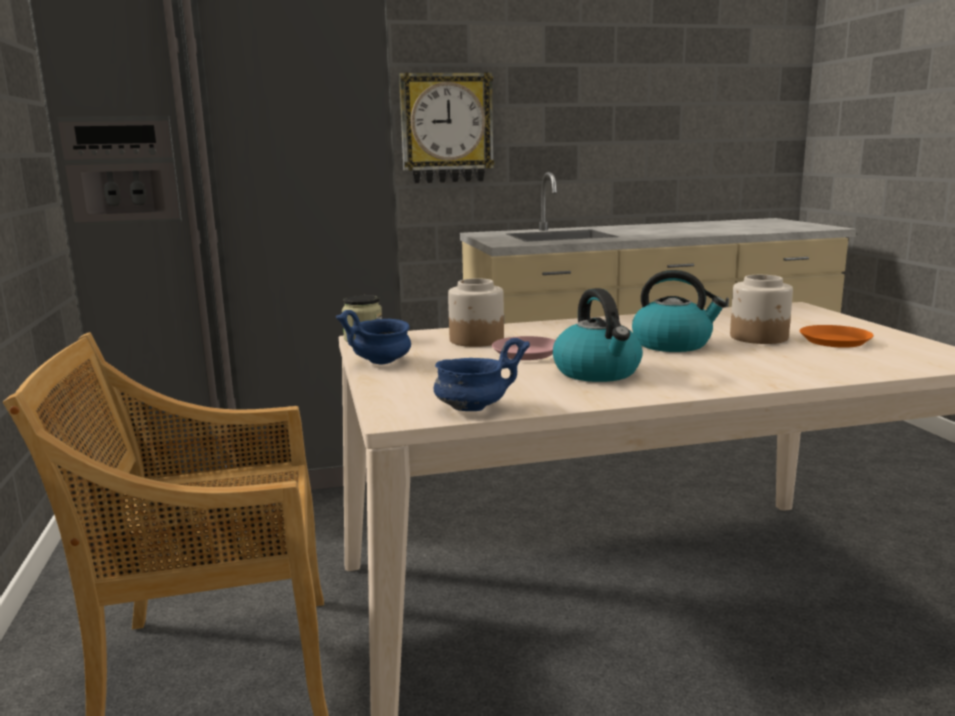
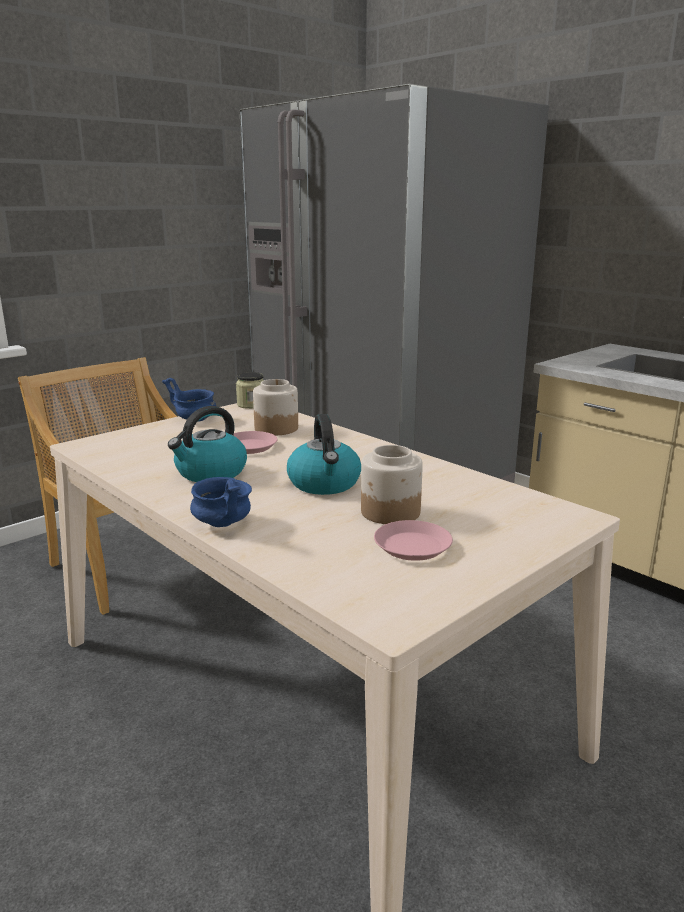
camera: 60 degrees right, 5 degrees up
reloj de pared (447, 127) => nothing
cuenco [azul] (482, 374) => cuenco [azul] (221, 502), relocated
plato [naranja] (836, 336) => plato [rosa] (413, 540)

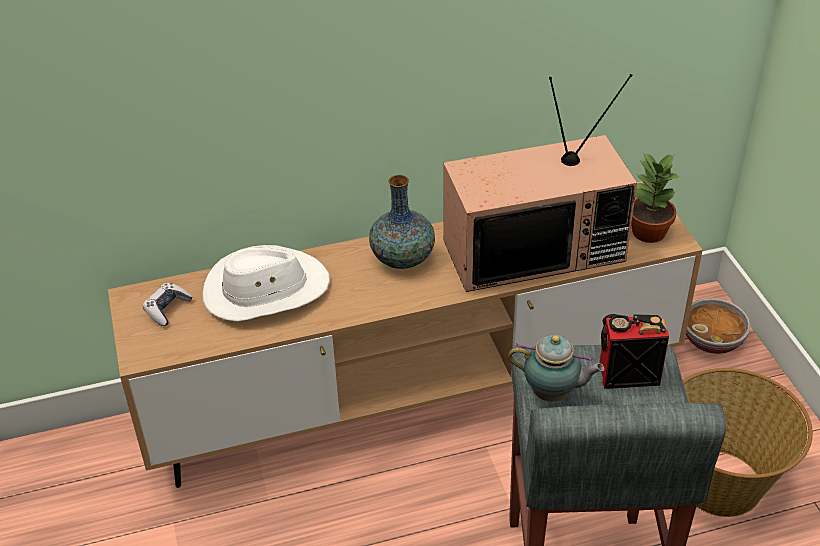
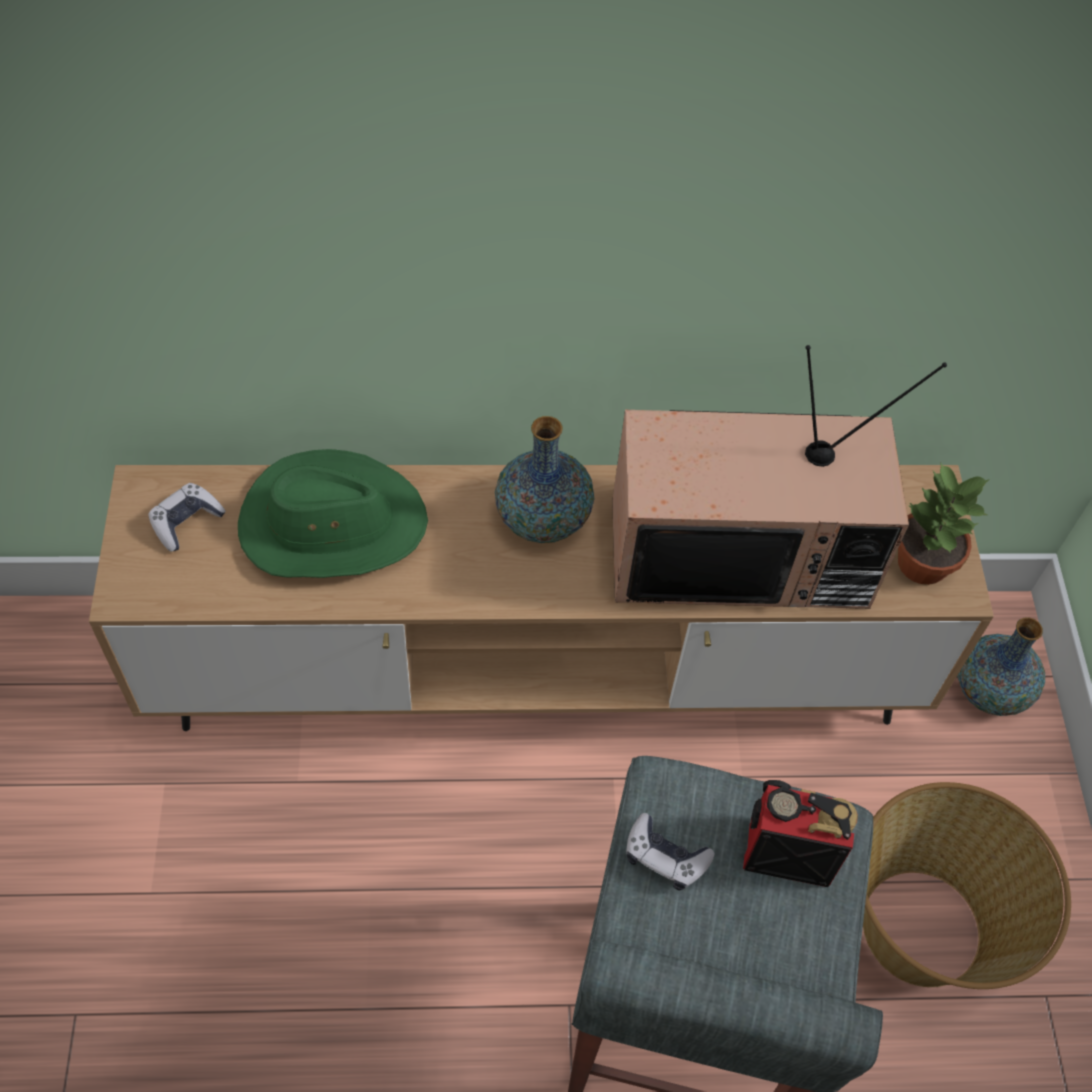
camera: 10 degrees right, 15 degrees up
sombrero [blanco] (266, 283) => sombrero [verde] (333, 513)
tetera (556, 368) => mando de consola (670, 851)
cuenco (718, 326) => florero (1001, 666)

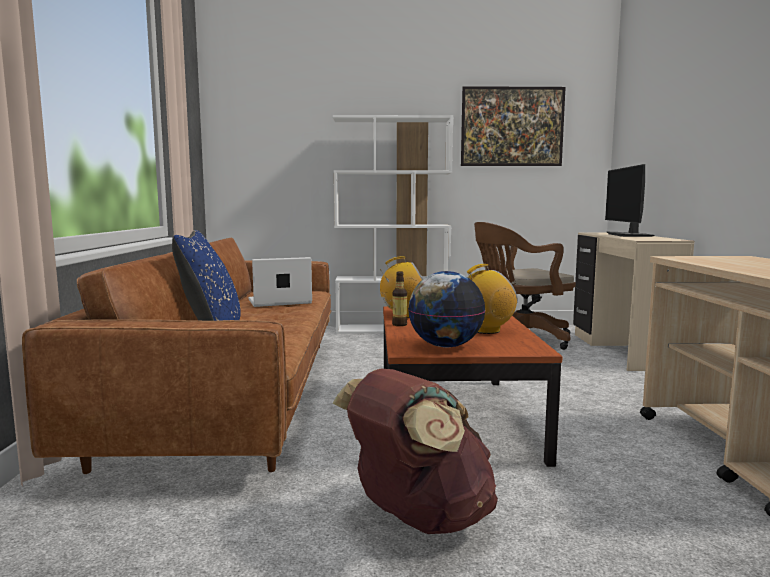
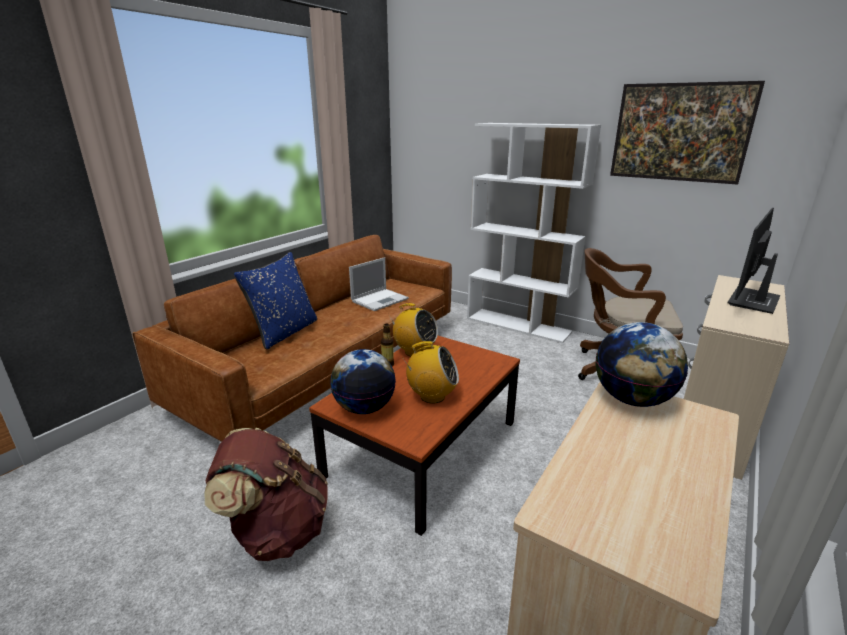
camera: 35 degrees right, 15 degrees up
portátil (280, 282) => portátil (379, 284), 120 degrees clockwise
nothing => globo terráqueo (642, 364)

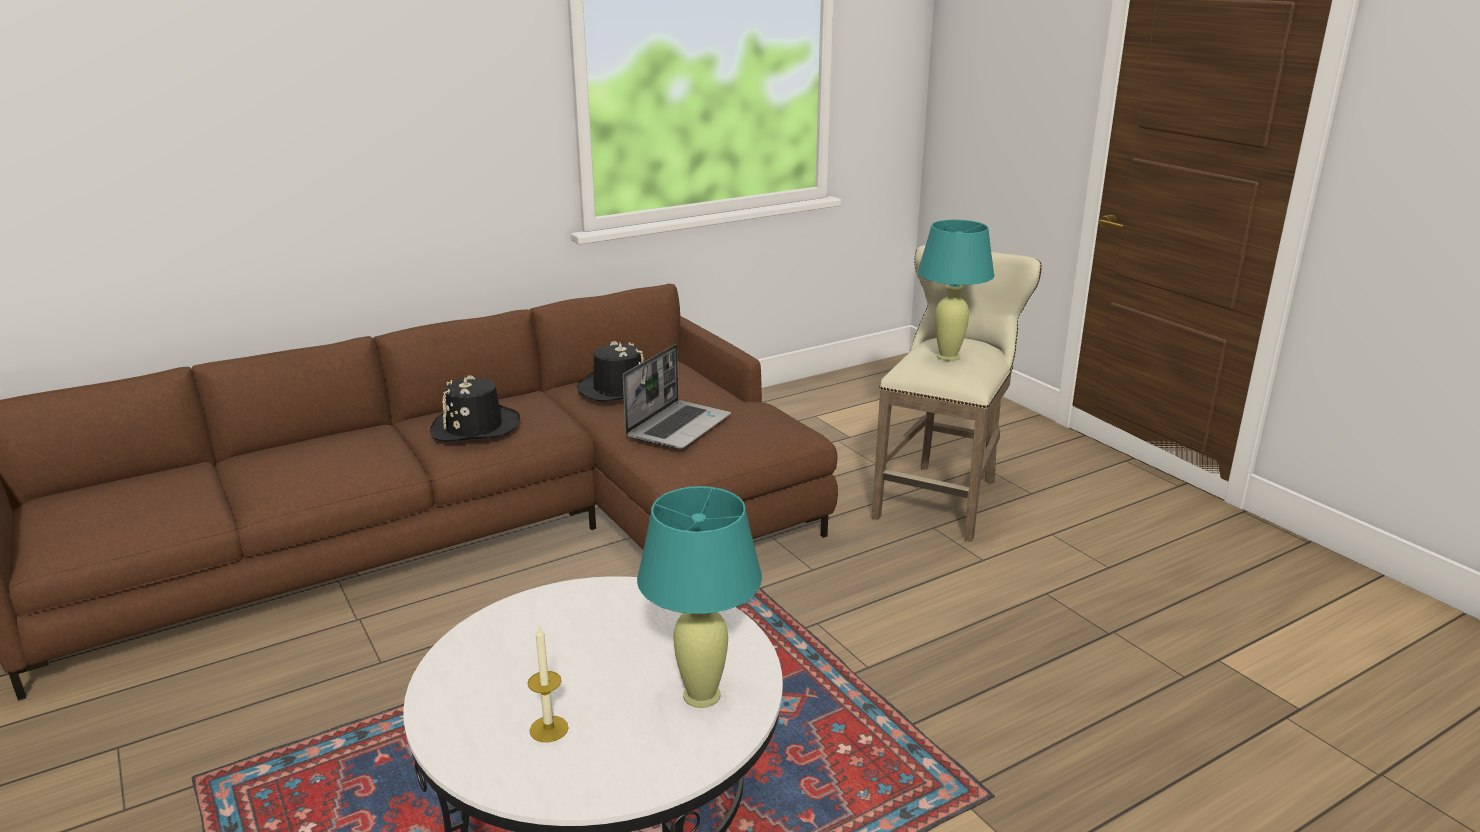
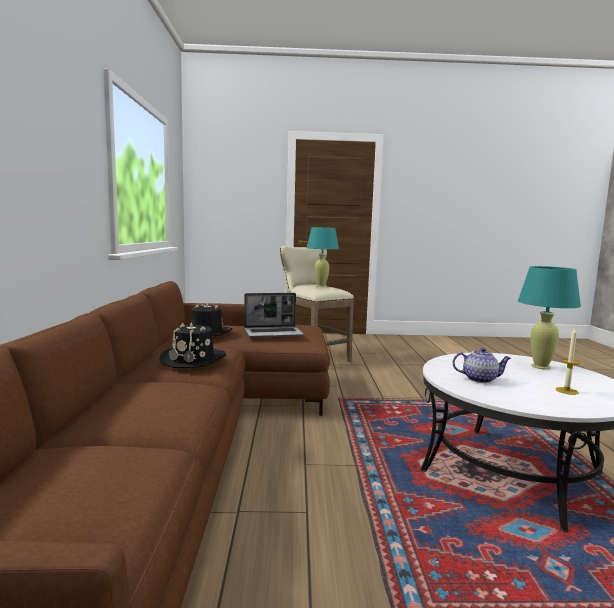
camera: 60 degrees left, 15 degrees down
portátil (677, 396) => portátil (274, 315), 105 degrees clockwise
nothing => tetera (482, 365)

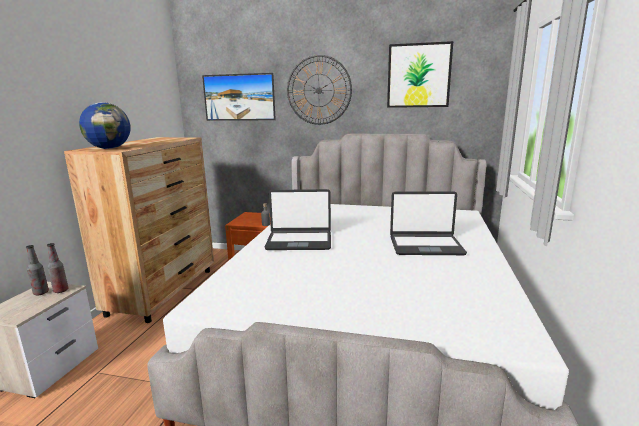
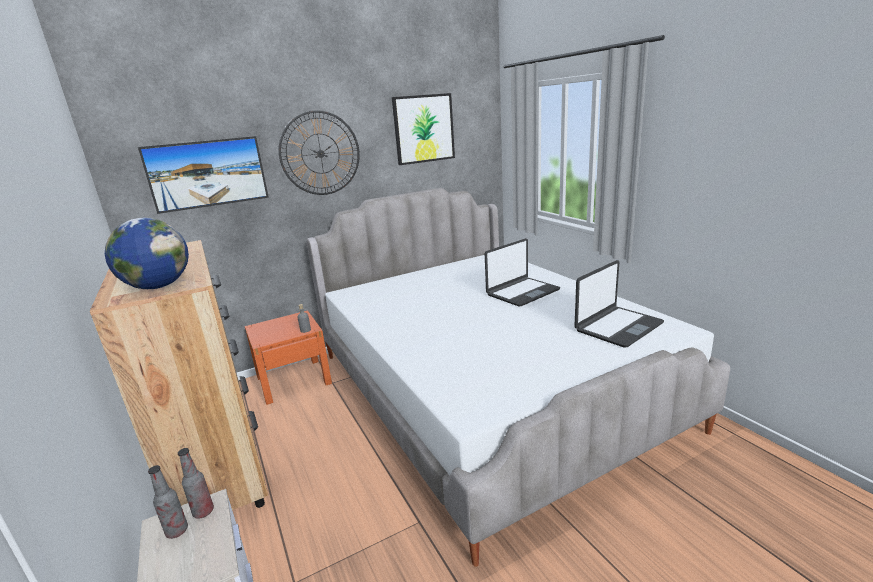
camera: 40 degrees left, 5 degrees up
portátil (297, 219) => portátil (619, 303), relocated

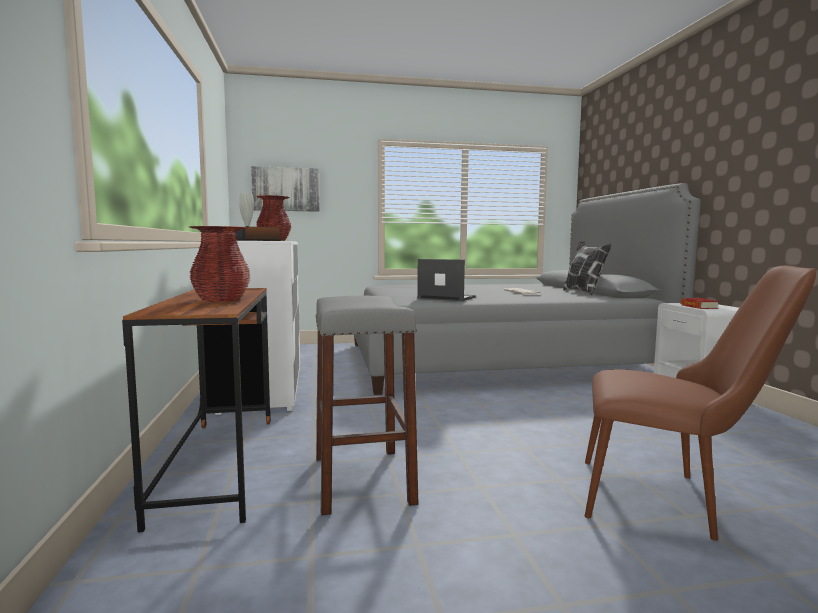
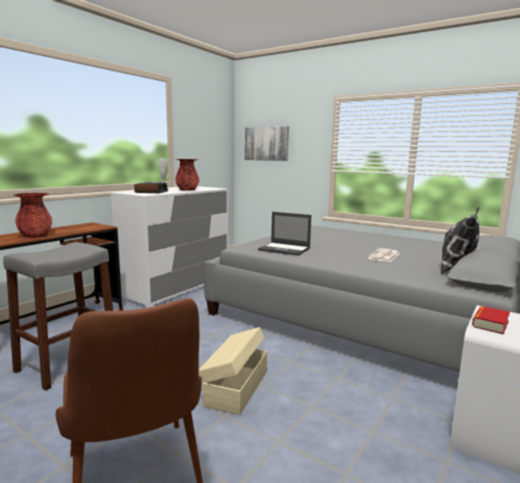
camera: 45 degrees right, 5 degrees up
portátil (446, 280) => portátil (284, 234), 135 degrees clockwise
nothing => caja de almacenaje [beis] (233, 371)

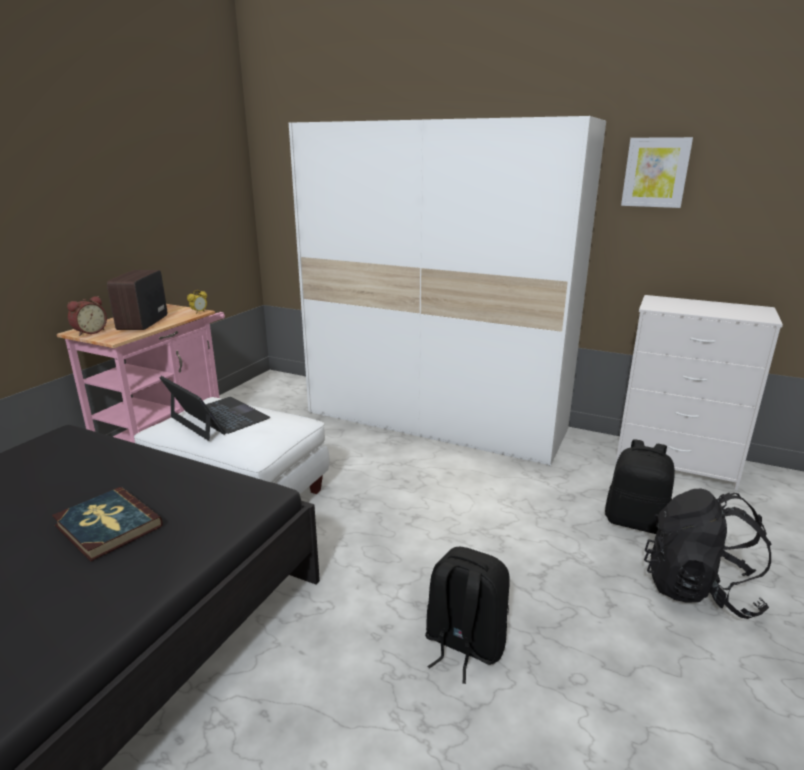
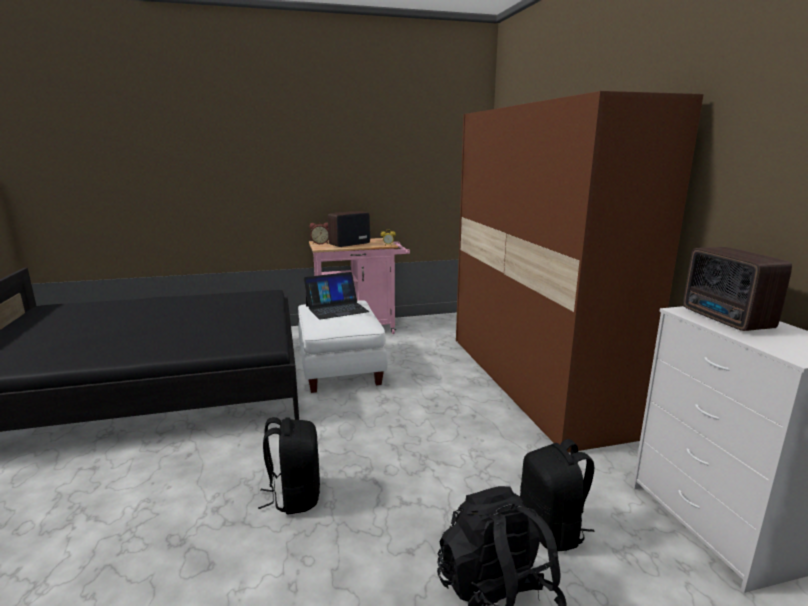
camera: 50 degrees right, 5 degrees down
libro (107, 524) => nothing
portátil (214, 408) => portátil (336, 296), 60 degrees clockwise
armario ropero [blanco] (447, 290) => armario ropero [marrón] (580, 272)
cuadro (657, 172) => nothing
nothing => radio (737, 289)

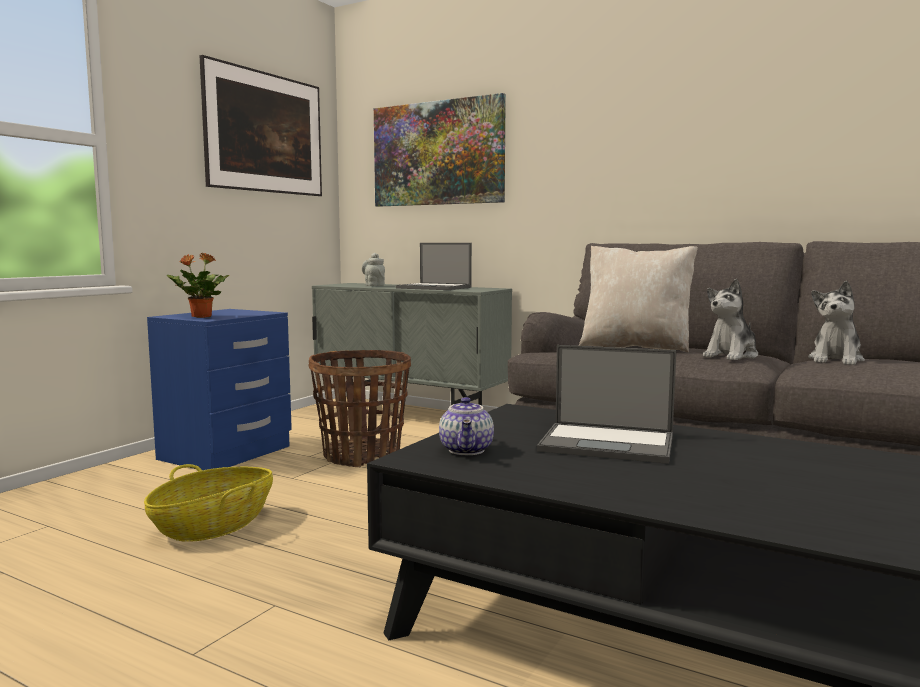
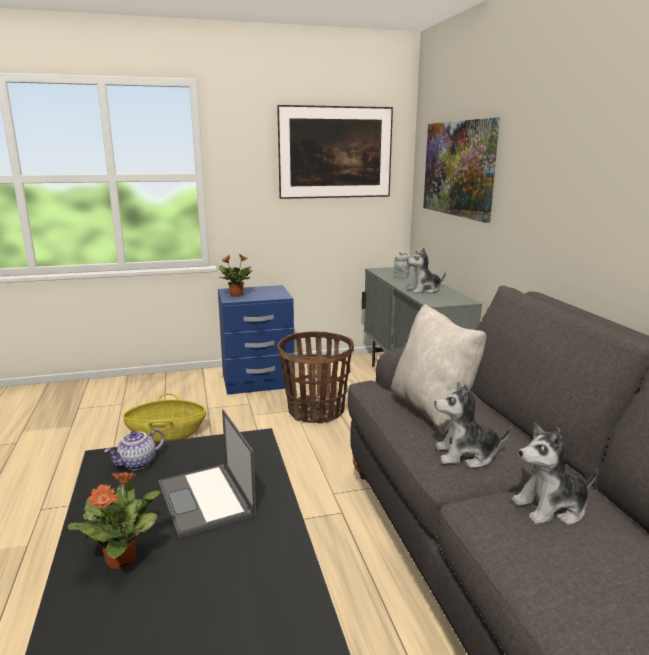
camera: 45 degrees right, 10 degrees up
portátil (434, 266) => peluche (426, 271)
nothing => planta en maceta (114, 520)

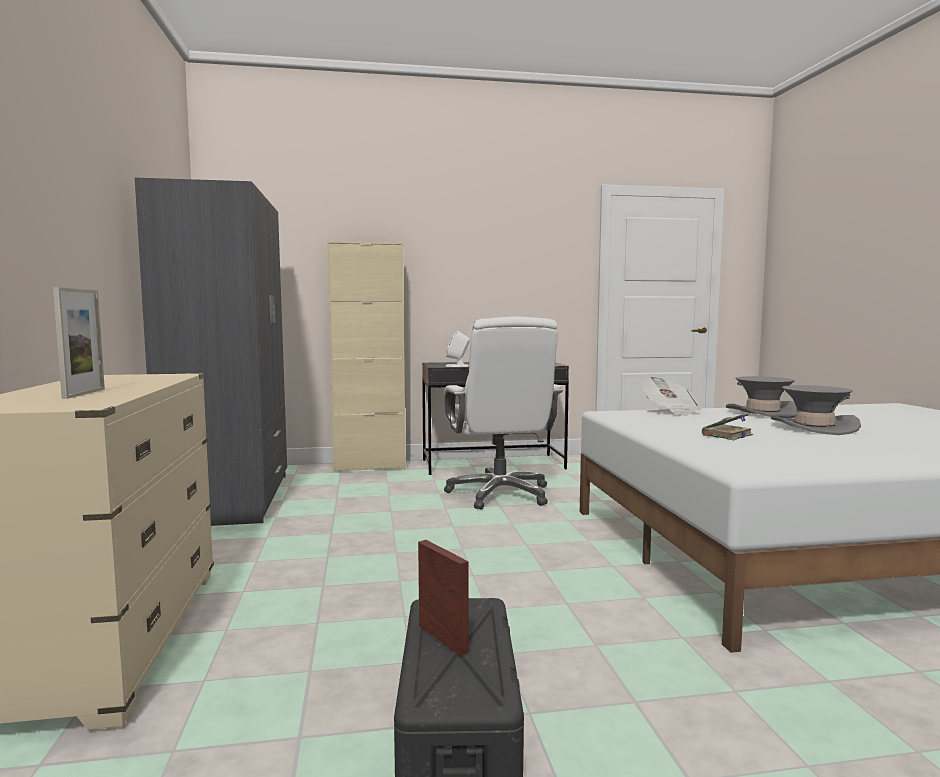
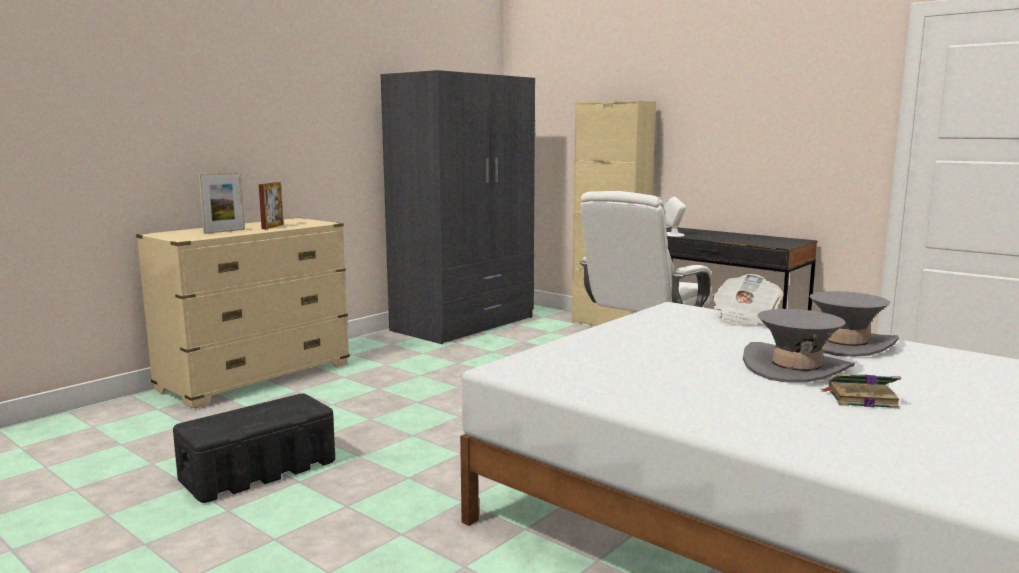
camera: 50 degrees right, 5 degrees up
portarretratos (443, 598) => portarretratos (271, 205), relocated
libro (727, 426) => libro (861, 391), relocated

